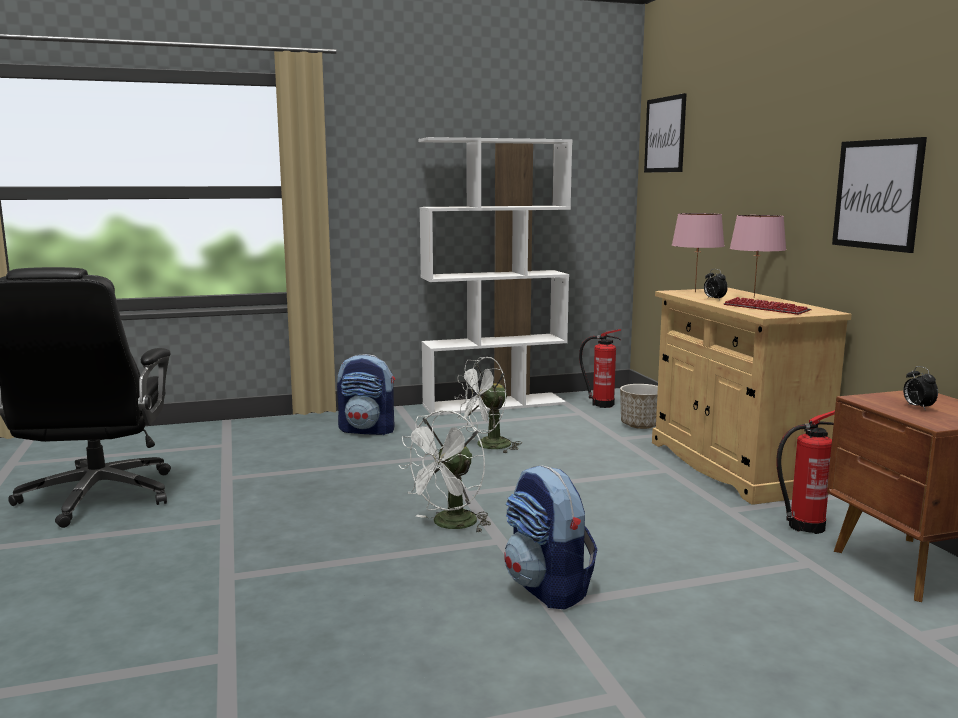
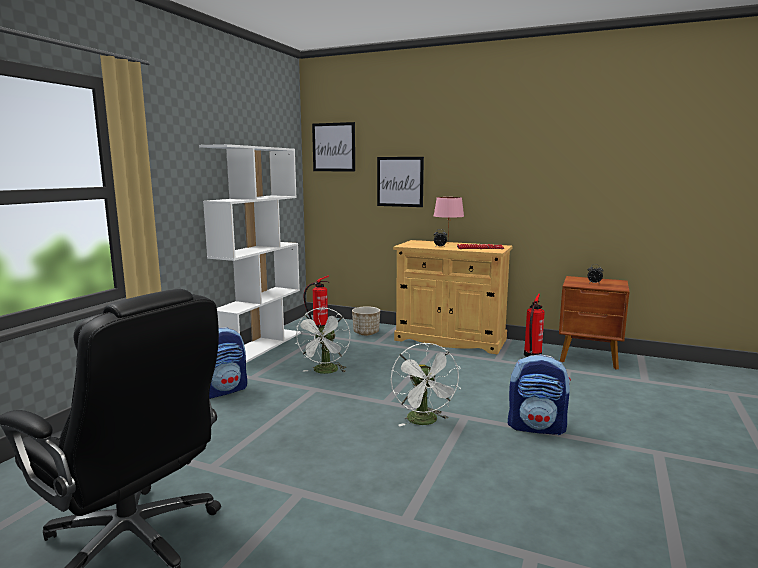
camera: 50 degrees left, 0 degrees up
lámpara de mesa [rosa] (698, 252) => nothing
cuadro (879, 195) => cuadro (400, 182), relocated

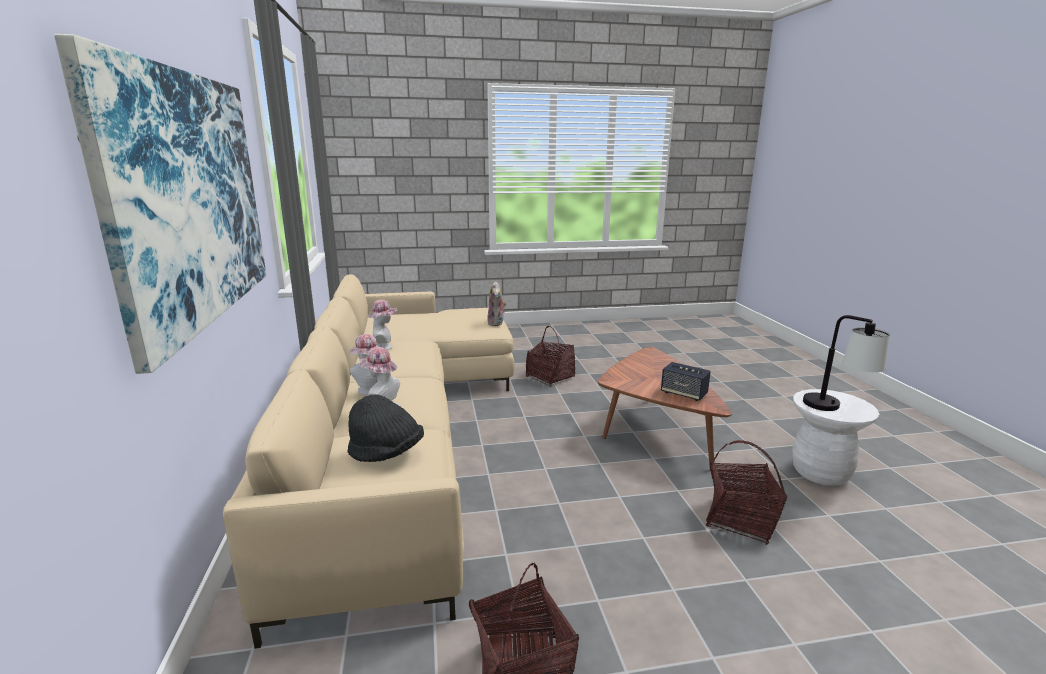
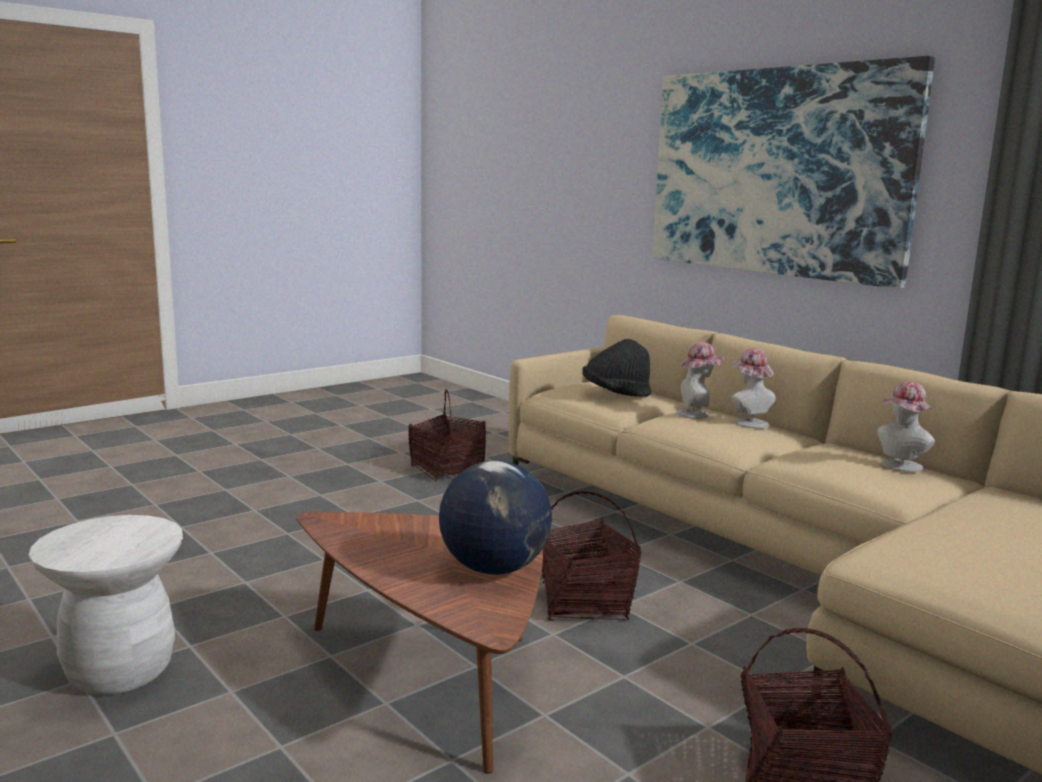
camera: 150 degrees right, 5 degrees down
peluche (496, 303) => nothing
altavoz (686, 381) => nothing
cesta (746, 492) => cesta (591, 556), relocated
lámpara de mesa (846, 363) => nothing
nothing => globo terráqueo (495, 517)

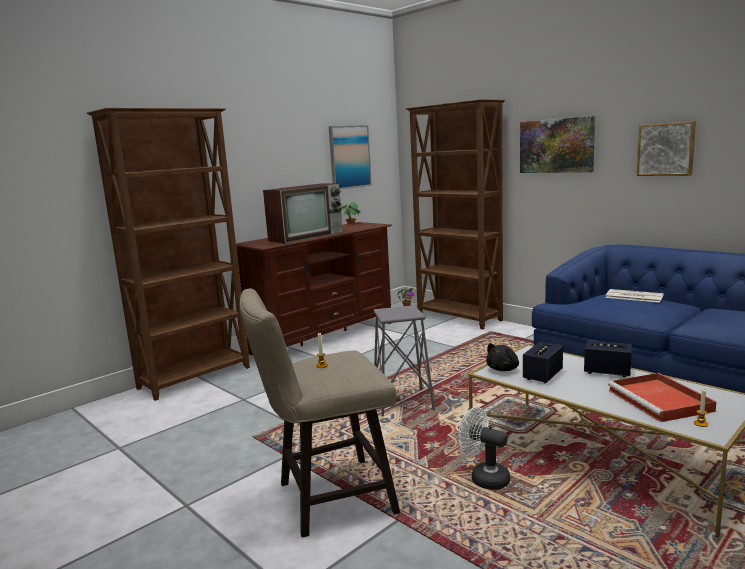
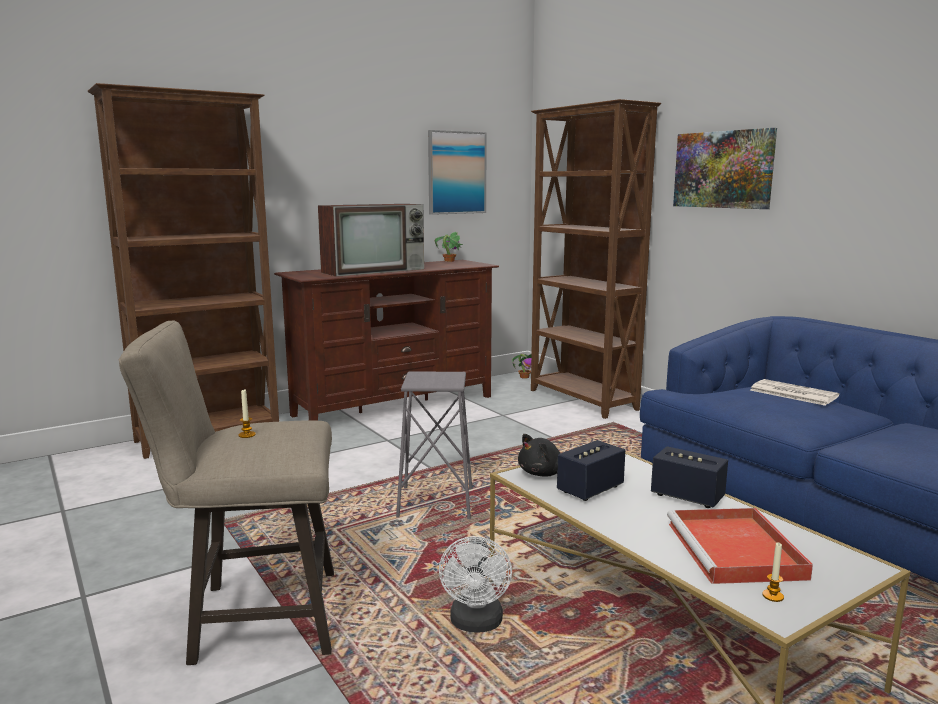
camera: 10 degrees right, 0 degrees up
ventilador [blanco] (484, 448) => ventilador [blanco] (475, 584), 135 degrees counterclockwise
cuadro (666, 148) => nothing

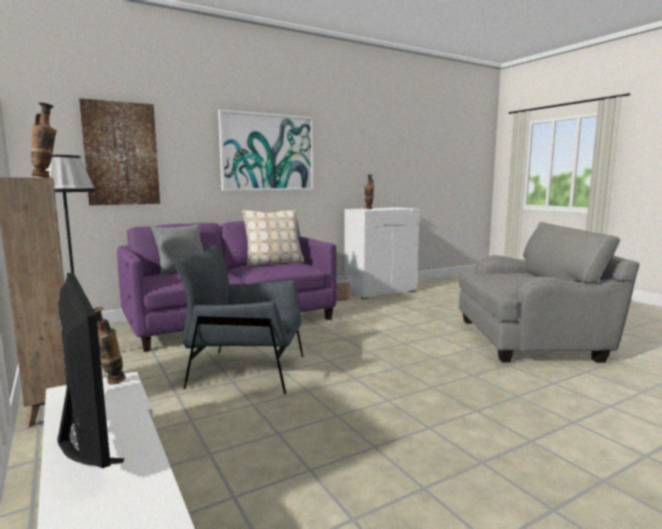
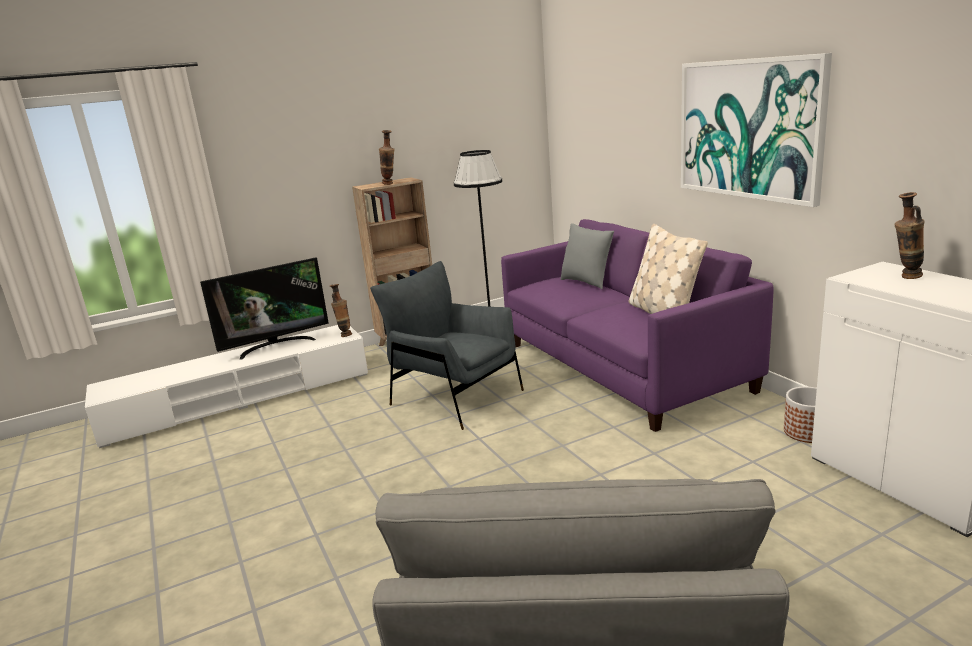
camera: 95 degrees right, 10 degrees up
cuadro (119, 151) => nothing
sillón [gris] (239, 319) => sillón [gris] (447, 345), 60 degrees counterclockwise

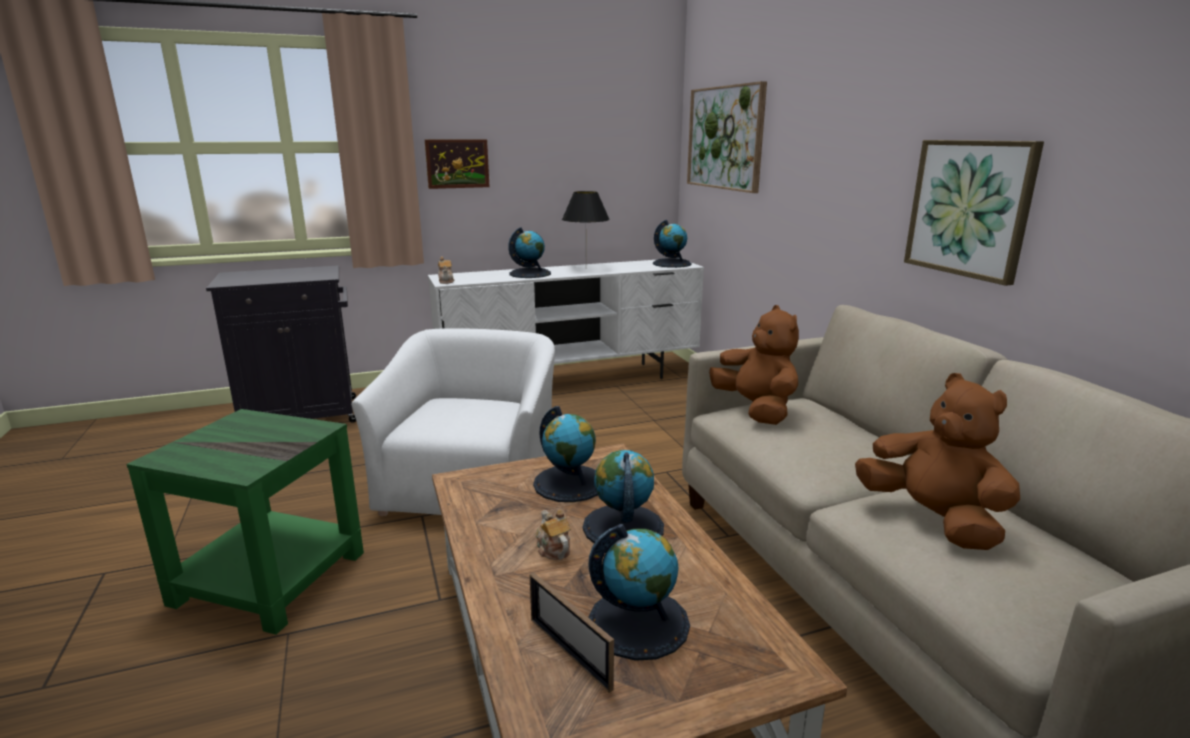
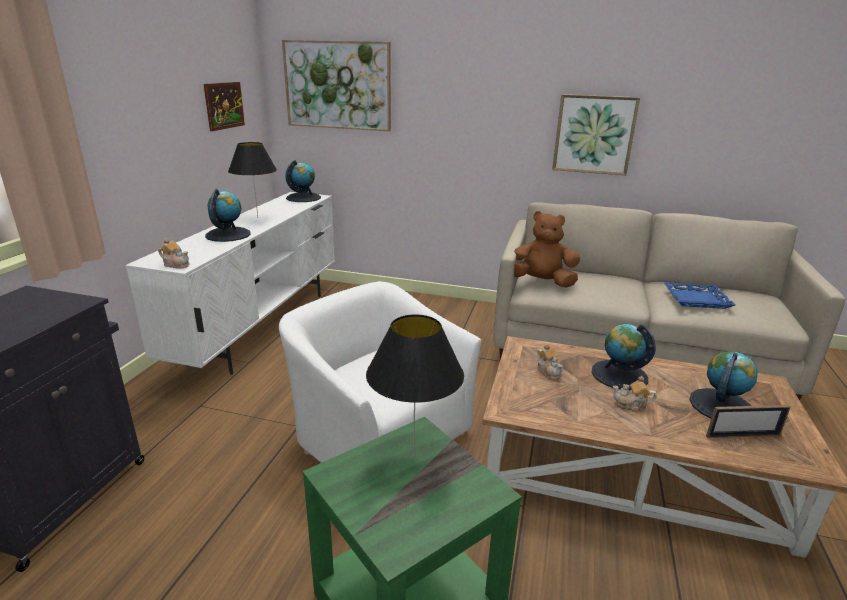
camera: 55 degrees left, 5 degrees up
cuadro (457, 164) => cuadro (224, 106), relocated
globo terráqueo (565, 454) => tetera (550, 362)
peluche [marrón] (937, 461) => bandeja [azul] (699, 295)
nothing => lámpara de mesa [negro] (415, 384)

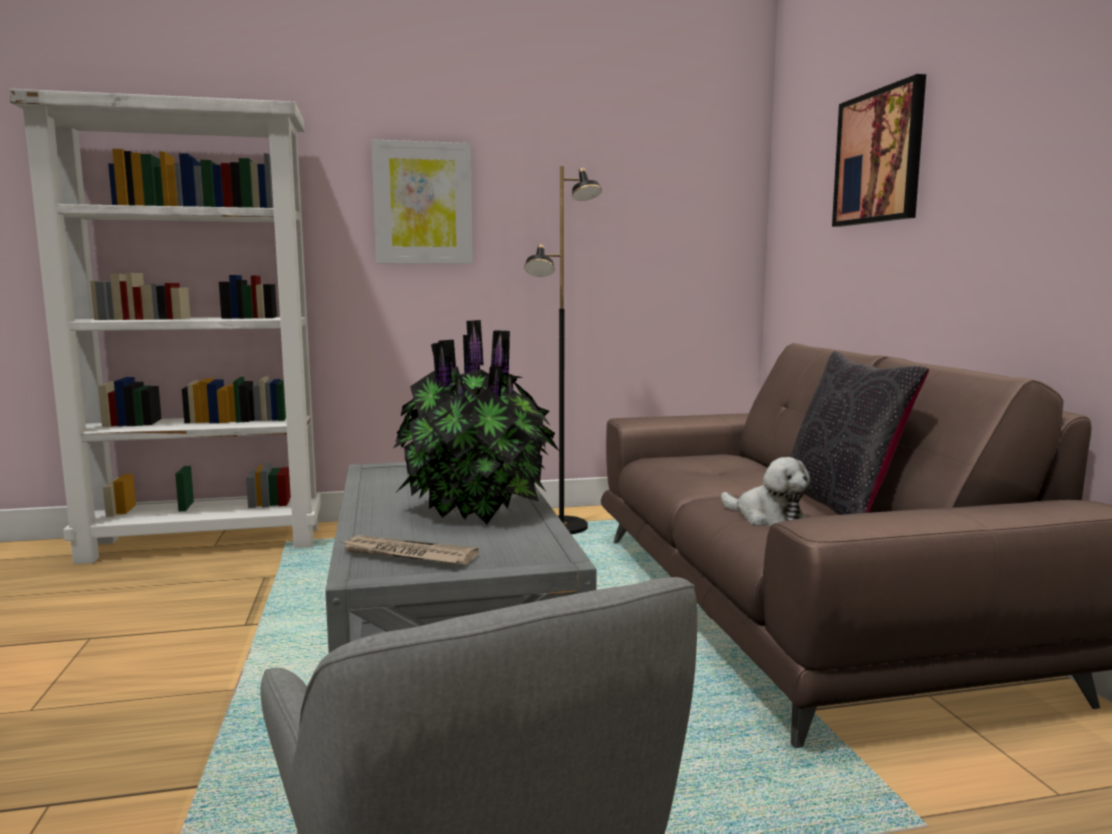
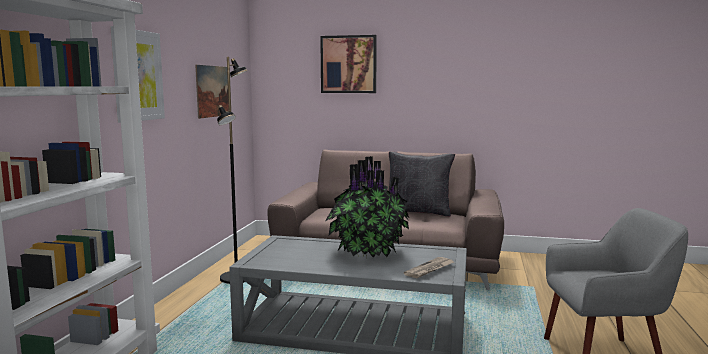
camera: 65 degrees left, 0 degrees up
peluche (765, 491) => nothing
nothing => cuadro (212, 92)

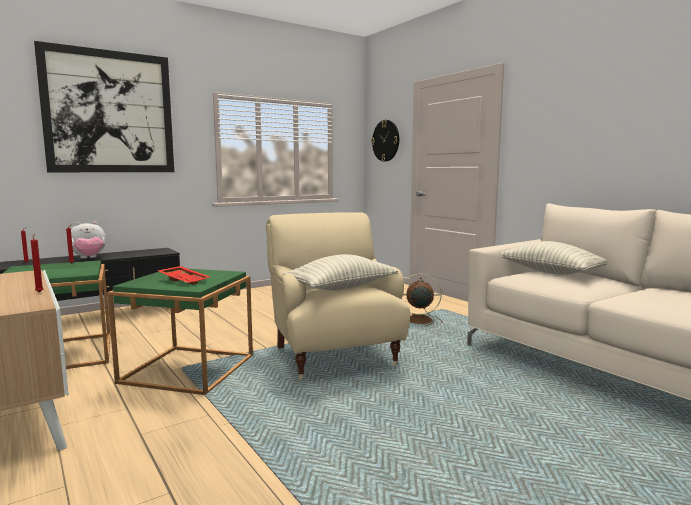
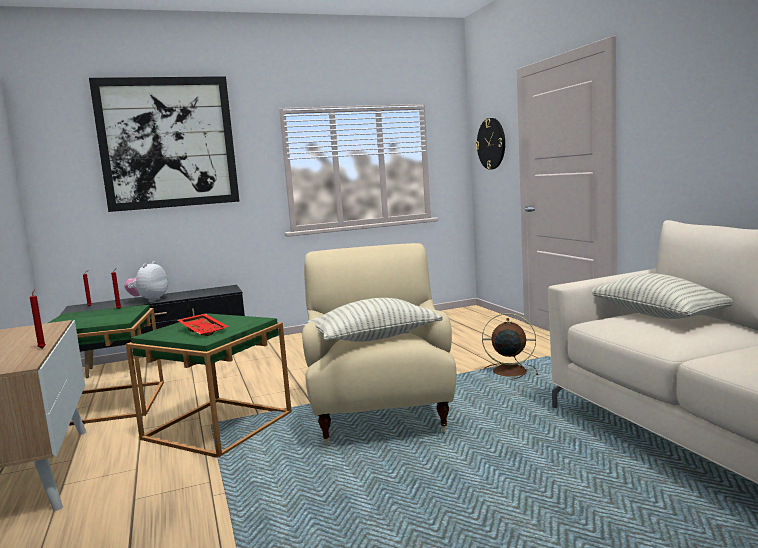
camera: 15 degrees right, 0 degrees up
peluche (88, 240) => peluche (146, 281), 120 degrees clockwise

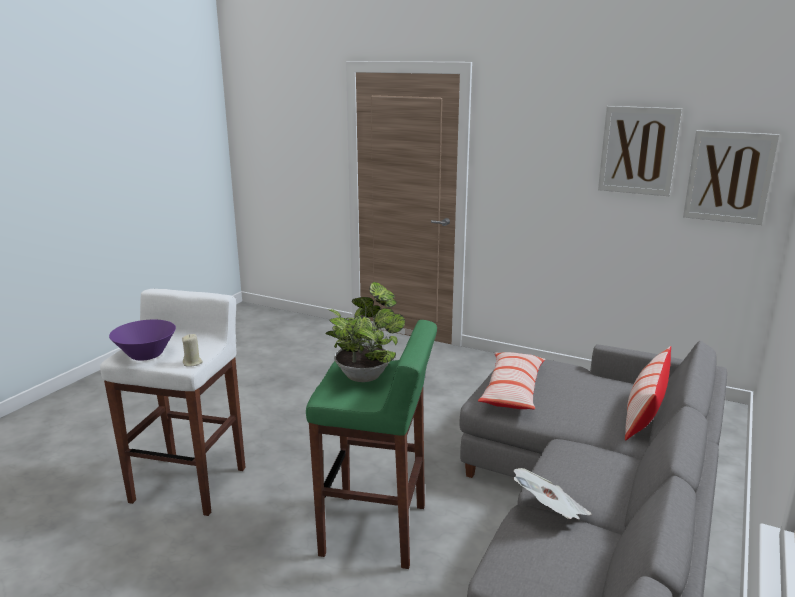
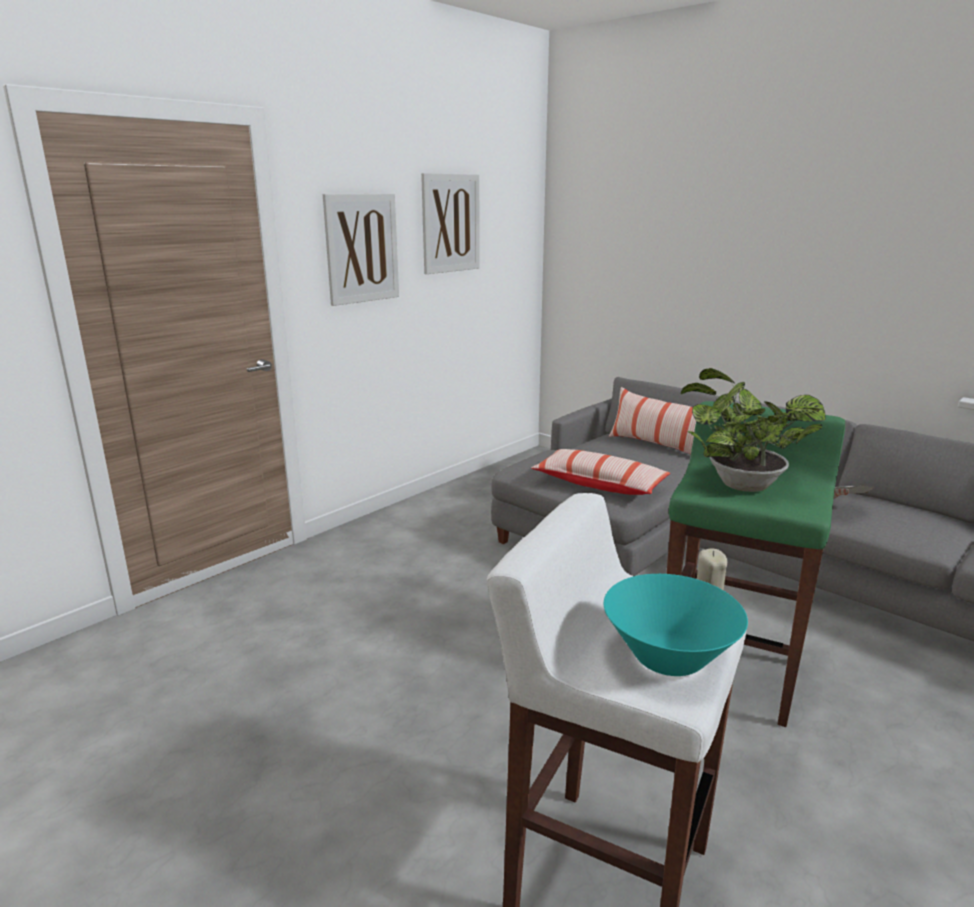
camera: 75 degrees left, 0 degrees up
cuenco [morado] (142, 340) => cuenco [turquesa] (676, 625)
cuadro (731, 177) => cuadro (361, 250), relocated

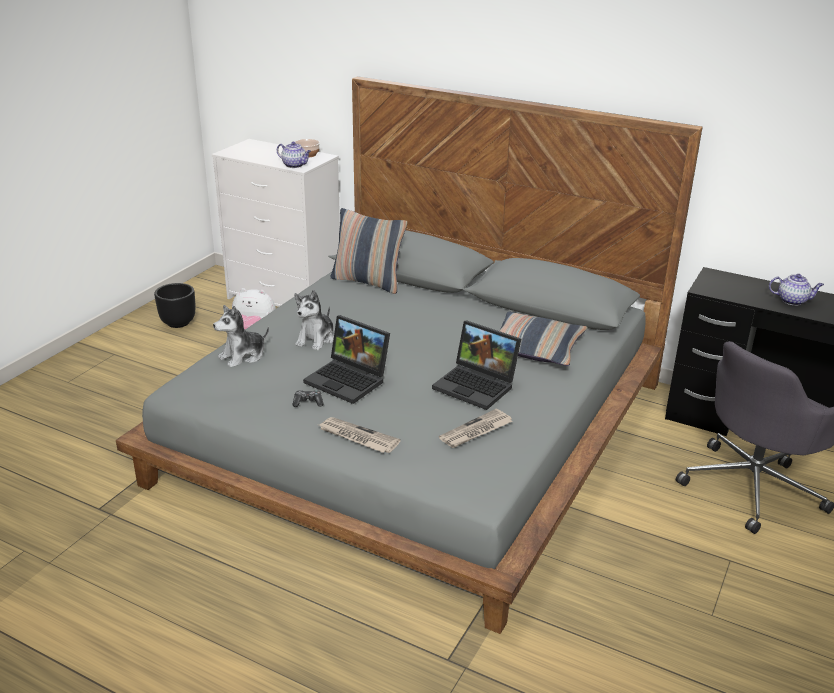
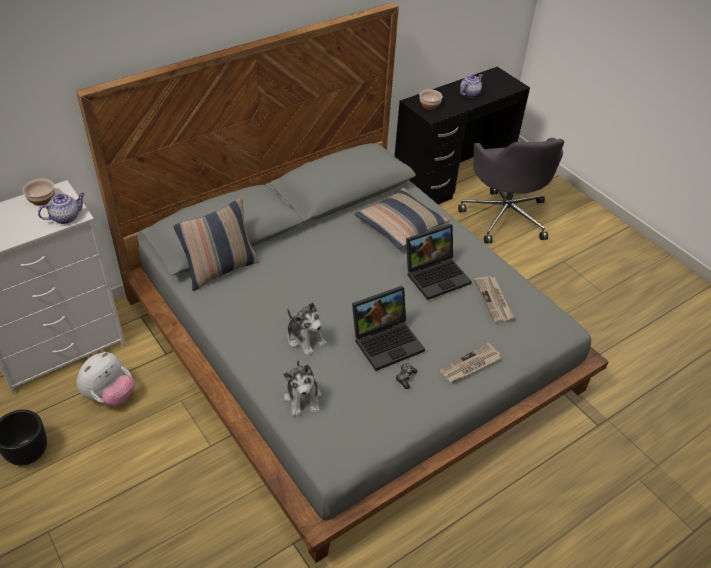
camera: 65 degrees left, 15 degrees up
nothing => cuenco (430, 99)

